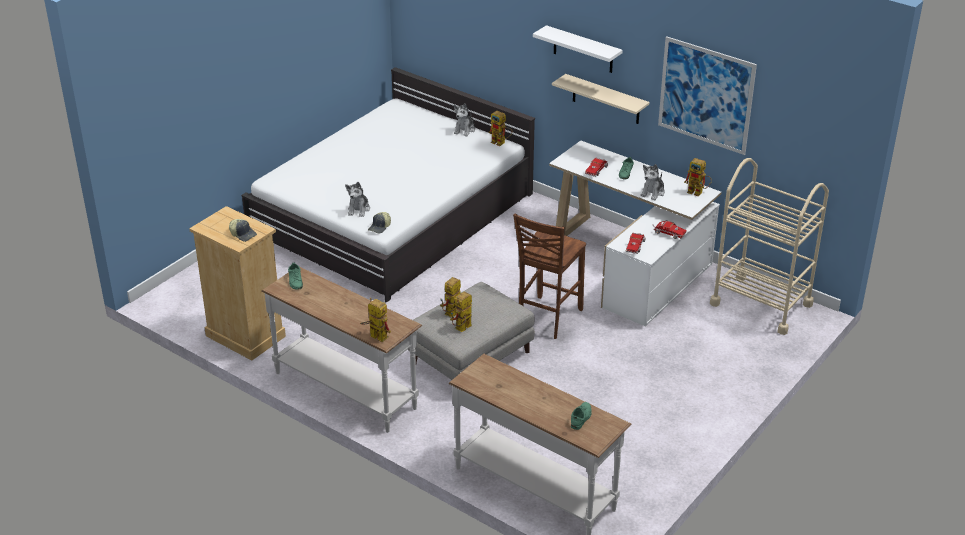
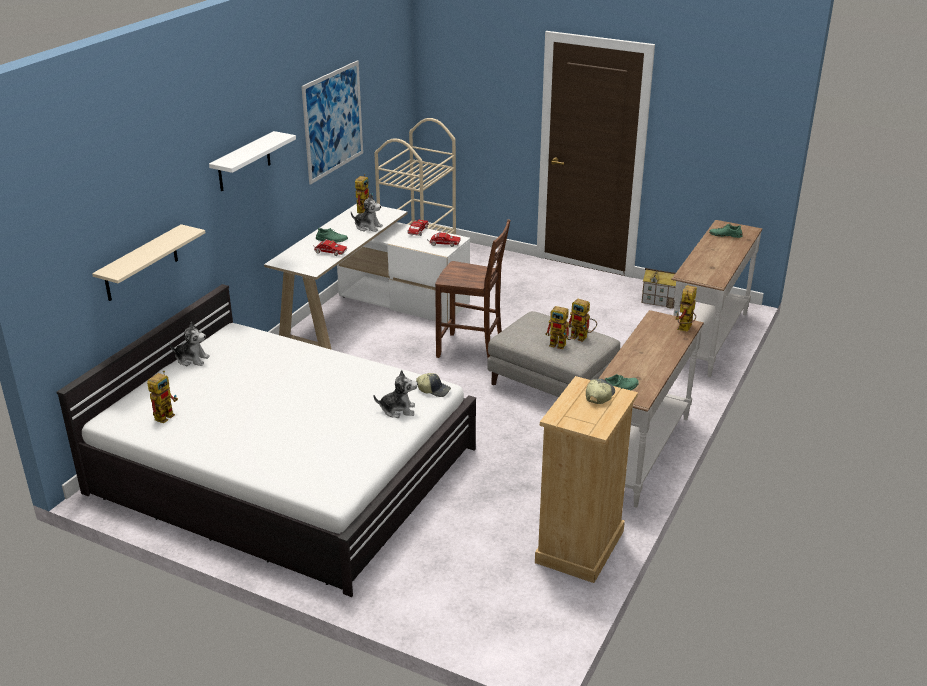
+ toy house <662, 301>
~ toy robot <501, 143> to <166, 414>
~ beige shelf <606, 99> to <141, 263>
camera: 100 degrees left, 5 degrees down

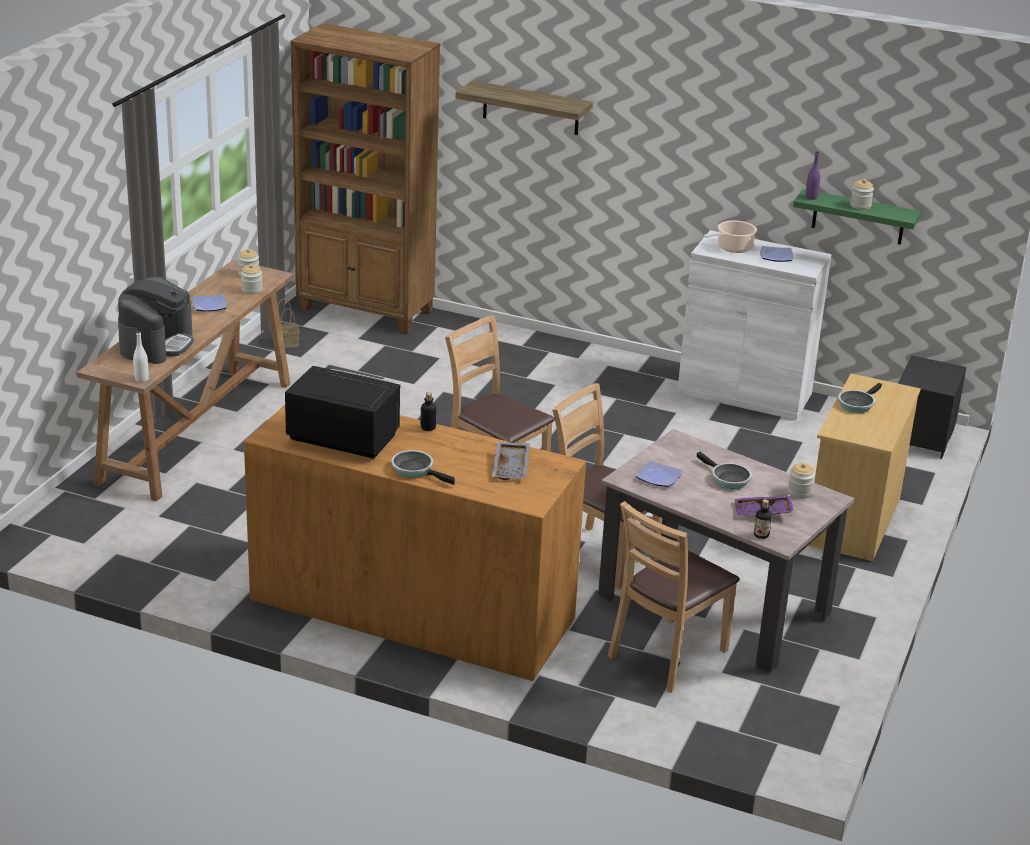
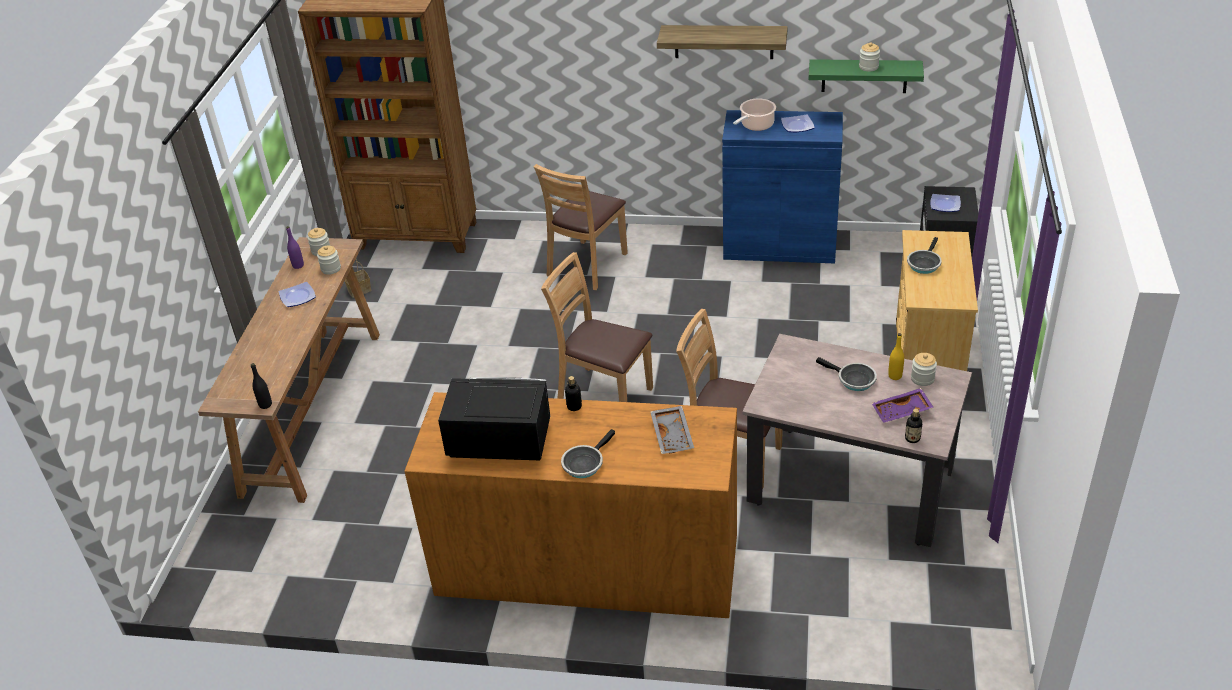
- coffee machine <156, 344>
+ yellow bottle <895, 376>
~ shelf <531, 108> to <724, 42>
~ brown chair <667, 655> to <587, 265>
~ plate <657, 477> to <944, 205>
~ purple bottle <811, 197> to <298, 265>
~ white bottle <141, 379> to black bottle <265, 404>
~ white cabinet <744, 393> to blue cabinet <779, 245>
~ frying pan <415, 470> = <584, 463> 75 degrees counterclockwise
camera: 10 degrees left, 10 degrees up

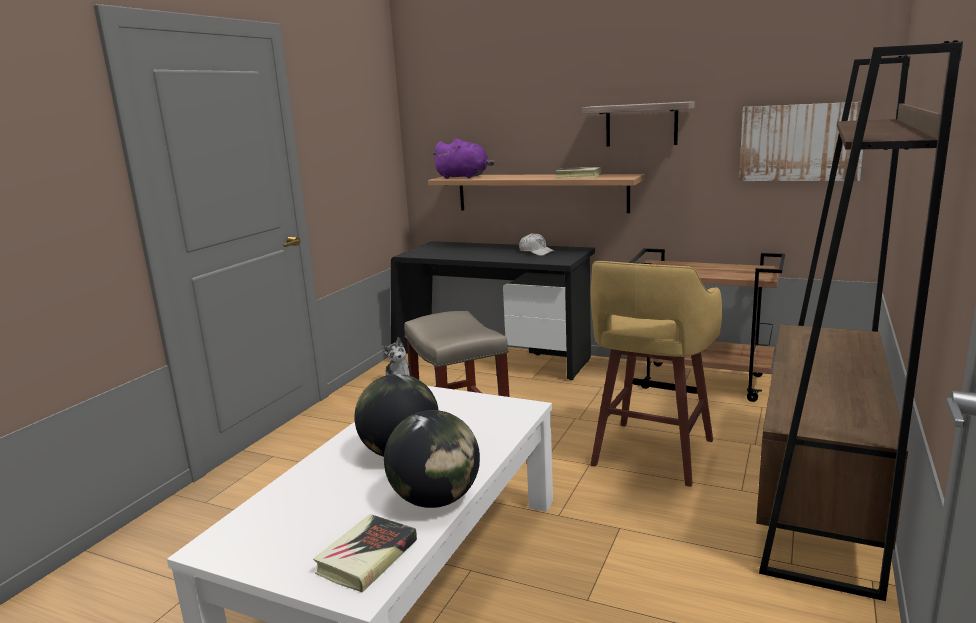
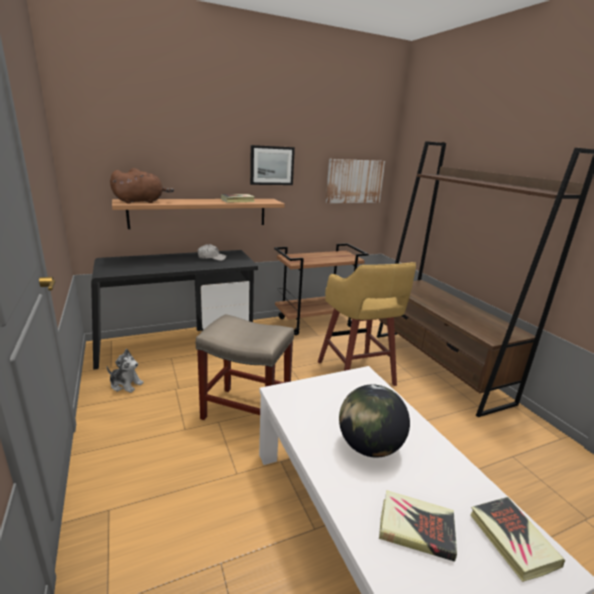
- globe <435, 500>
+ book <416, 528>
~ shelf <641, 124> to picture <271, 165>
~ purple plush toy <464, 177> to brown plush toy <141, 202>
camera: 50 degrees left, 5 degrees up

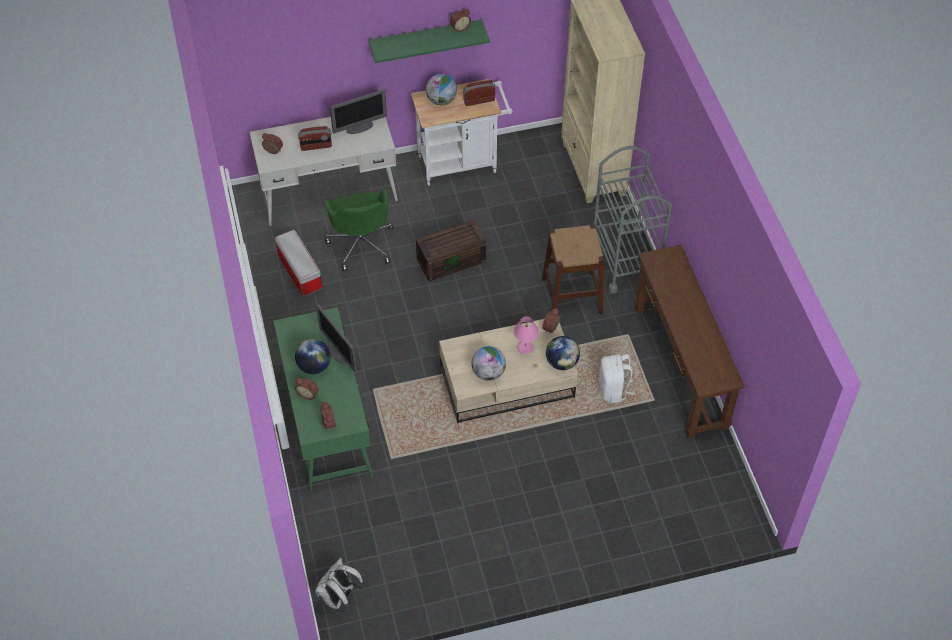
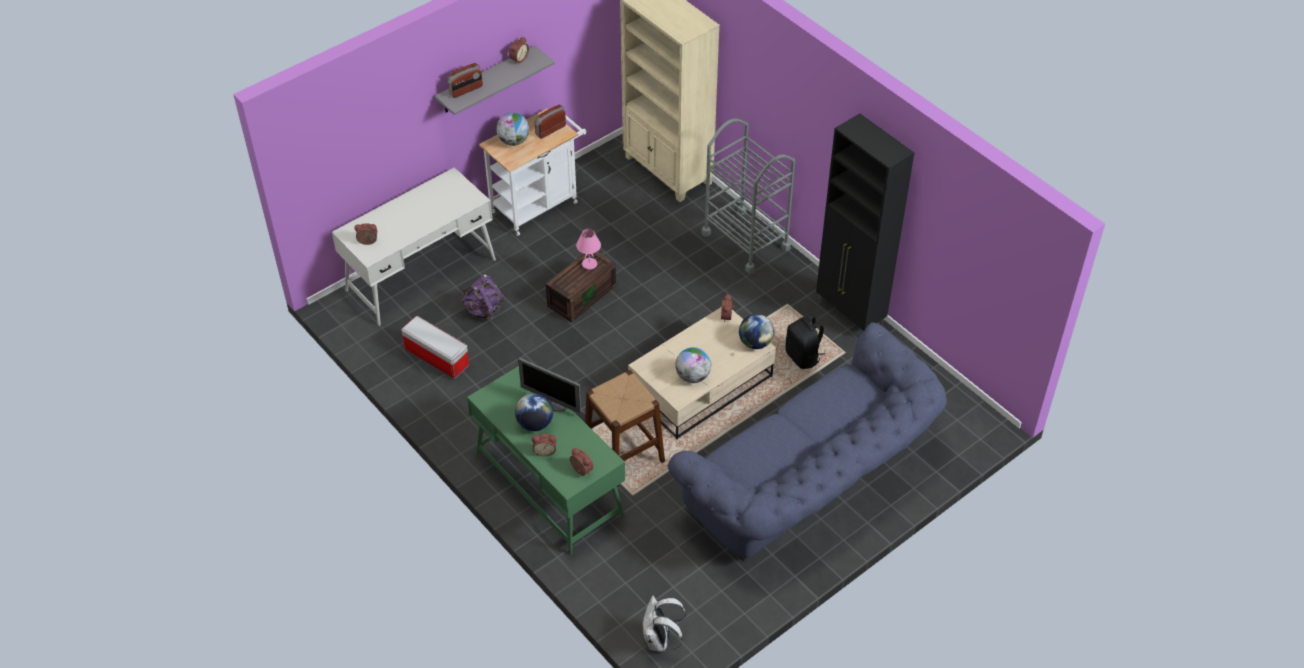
- monitor <360, 127>
+ blue sofa <811, 483>
~ radio <316, 146> to <466, 90>
~ pink table lamp <525, 348> to <589, 264>
~ brown stool <572, 295> to <624, 454>
~ green office chair <361, 244> to purple backpack <484, 311>
~ brown console table <679, 366> to black cabinet <850, 315>
~ green shelf <425, 38> to grey shelf <486, 80>
~ white backpack <613, 390> to black backpack <803, 357>
camera: 25 degrees left, 5 degrees down

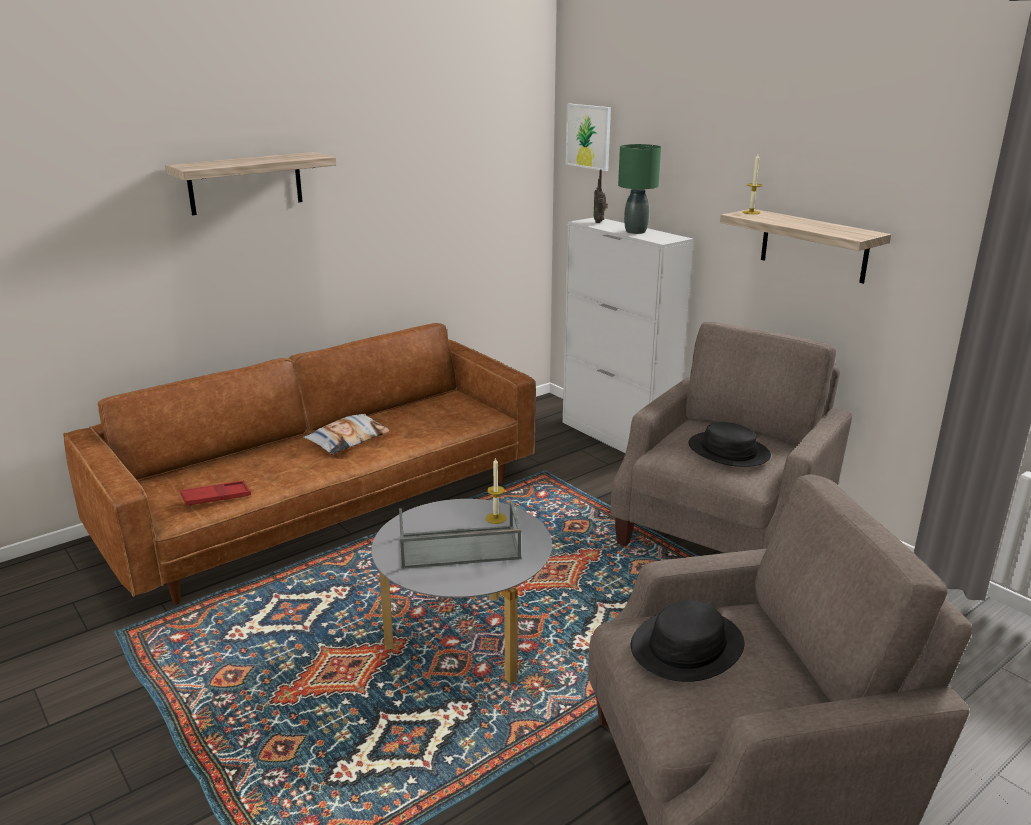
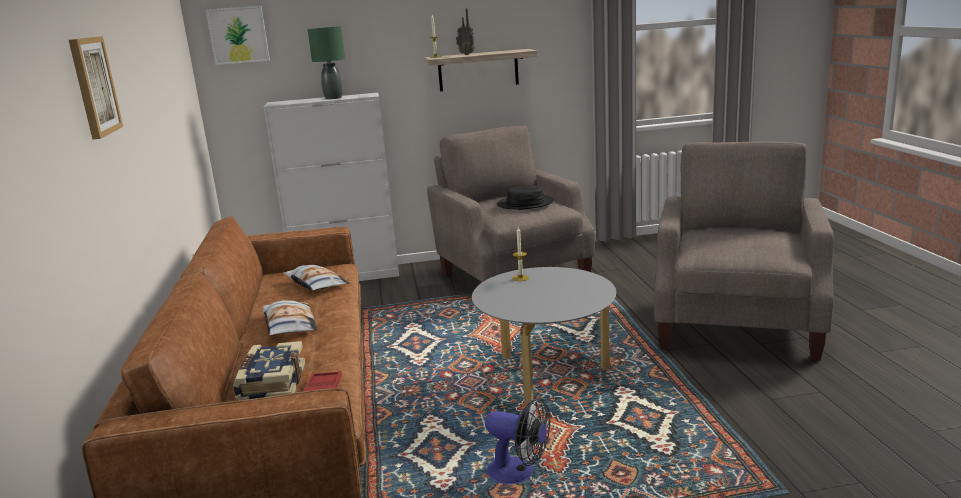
- grey tray <458, 548>
- black hat <687, 646>
+ book <271, 384>
+ pillow <316, 284>
+ fan <519, 473>
~ radio <599, 222> to <466, 54>
~ shelf <245, 183> to picture <93, 86>
camera: 60 degrees left, 5 degrees down

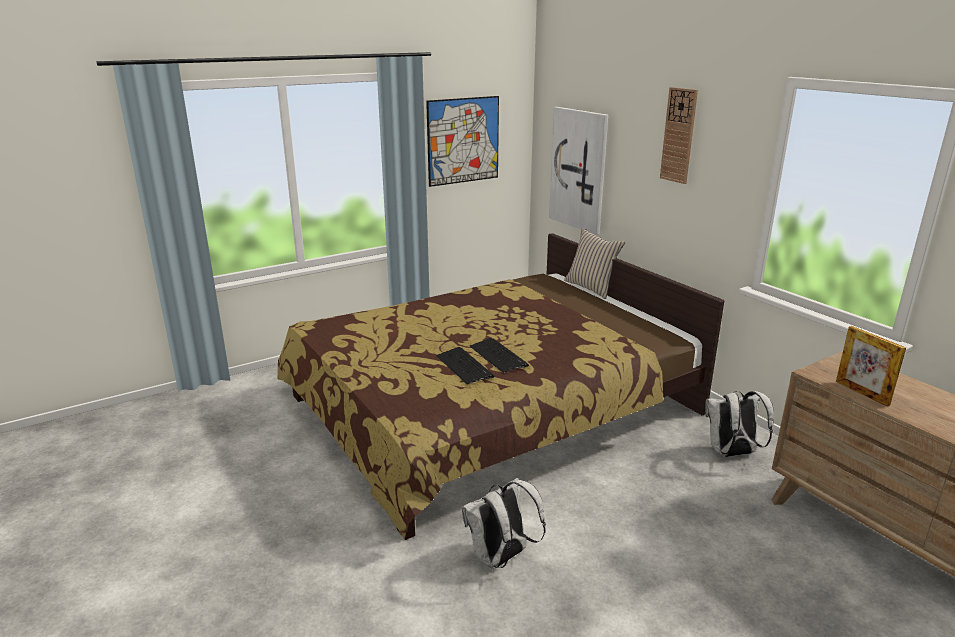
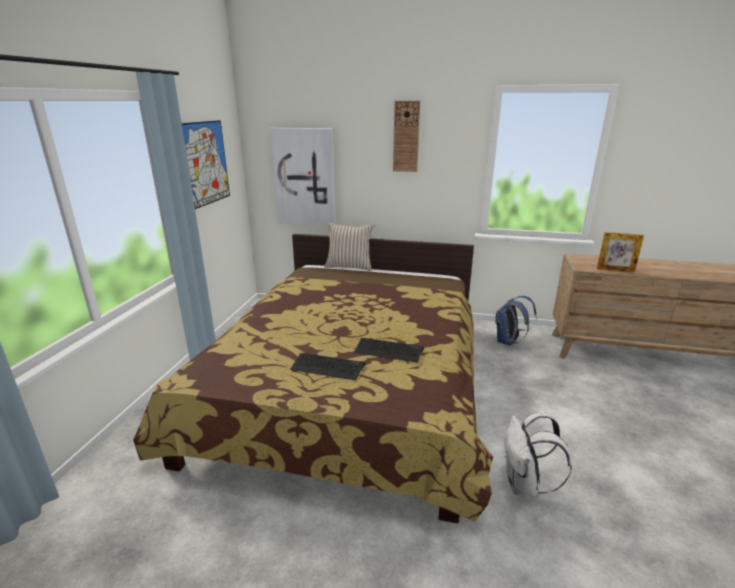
~ keyboard <498, 356> to <327, 367>
~ white backpack <731, 453> to blue backpack <508, 342>
camera: 45 degrees left, 0 degrees up

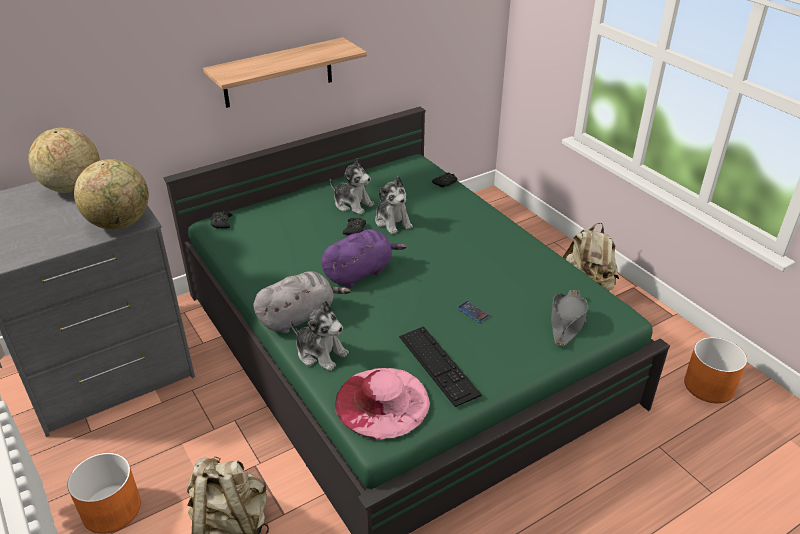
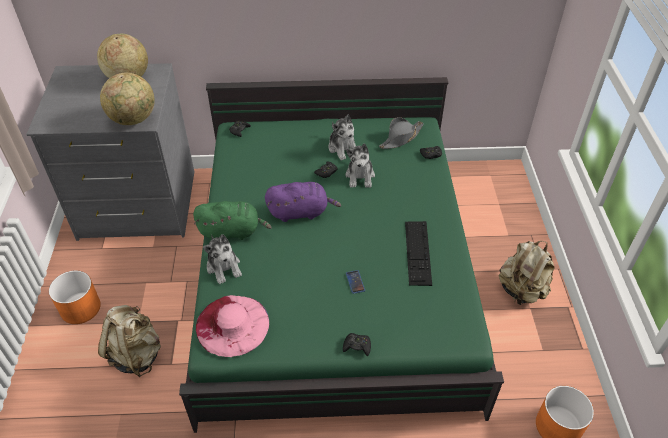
- shelf <278, 73>
+ black game controller <357, 346>
~ keyboard <438, 365> to <418, 252>
~ grey hat <567, 322> to <401, 138>
~ grey plush toy <299, 317> to green plush toy <232, 231>
camera: 30 degrees right, 10 degrees up

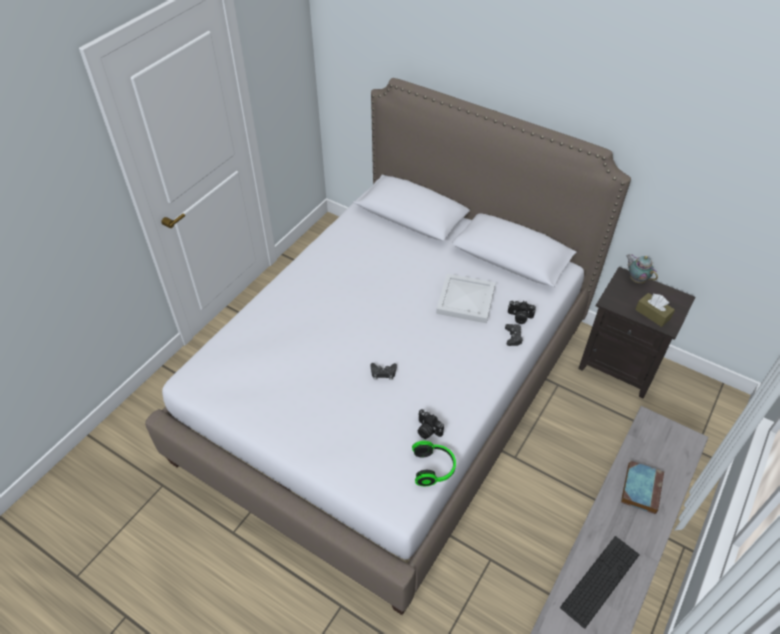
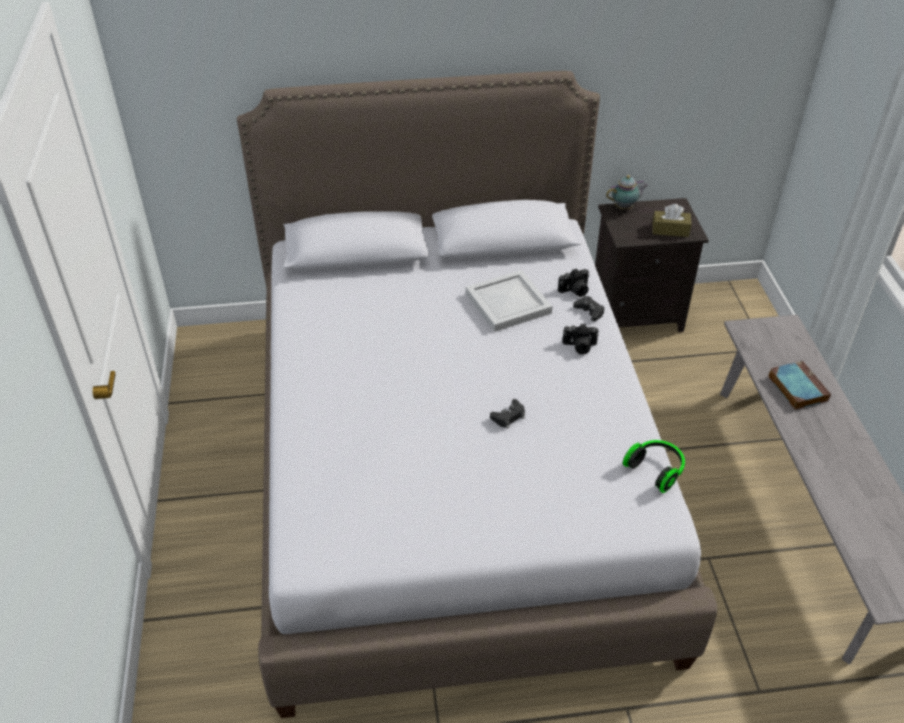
- keyboard <600, 580>
~ photo camera <427, 430> to <579, 347>
~ teapot <636, 279> = <625, 207> 150 degrees clockwise
camera: 40 degrees left, 5 degrees down

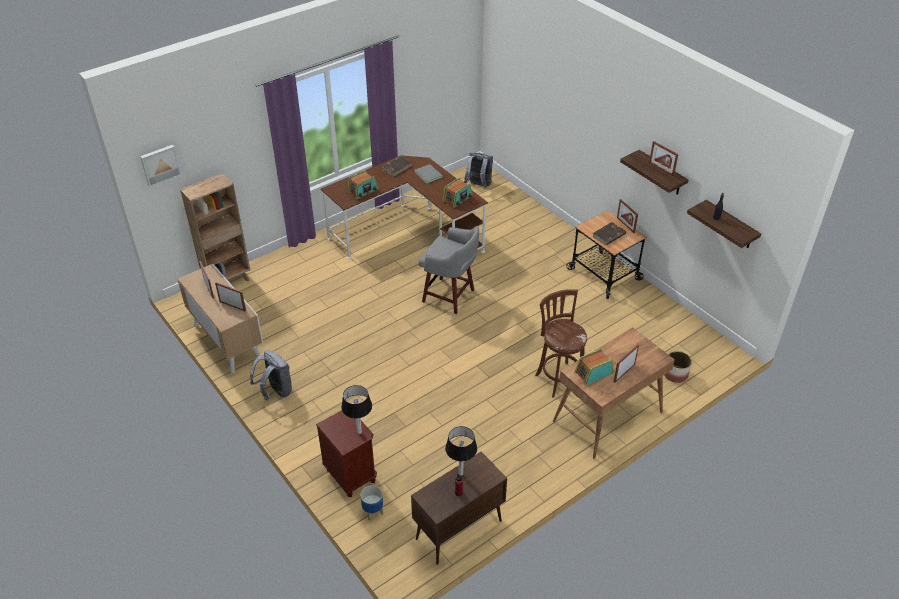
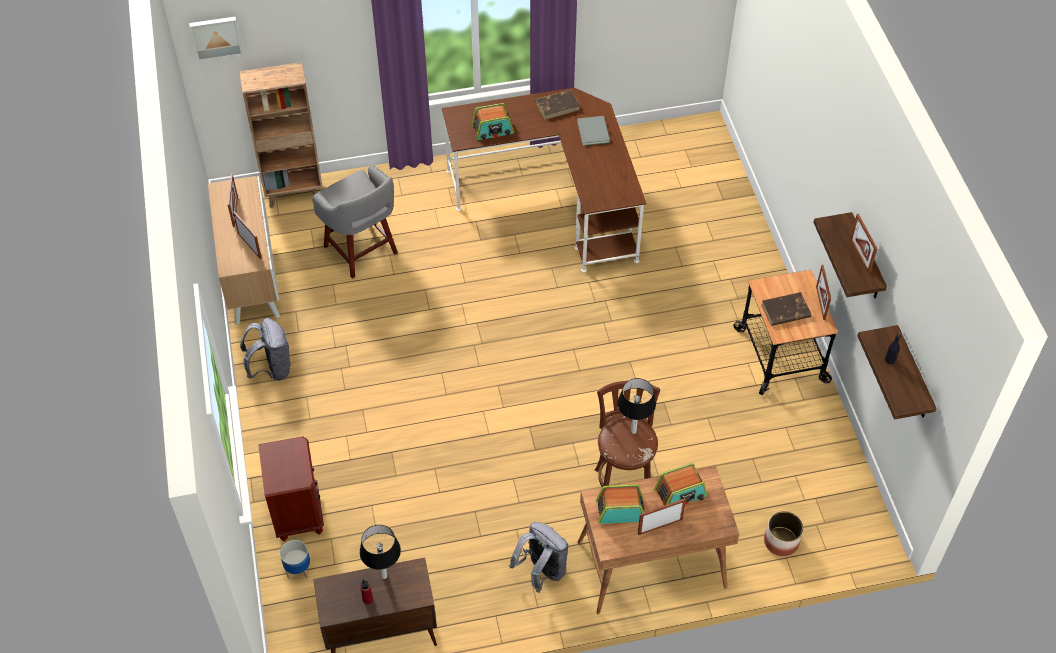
~ table lamp <359, 432> to <633, 431>
~ grey stool <450, 296> to <362, 251>
~ radio <457, 199> to <680, 493>
~ grey backpack <478, 185> to <541, 571>
camera: 25 degrees right, 10 degrees up

